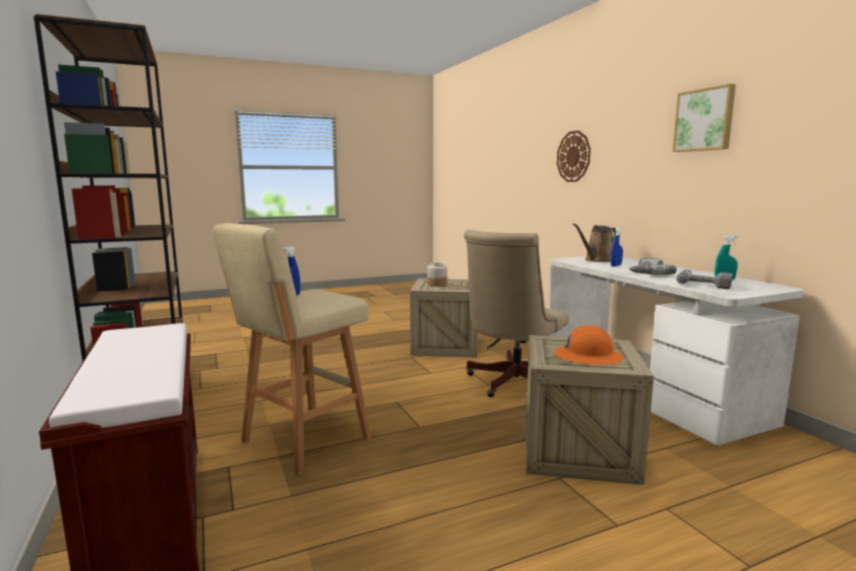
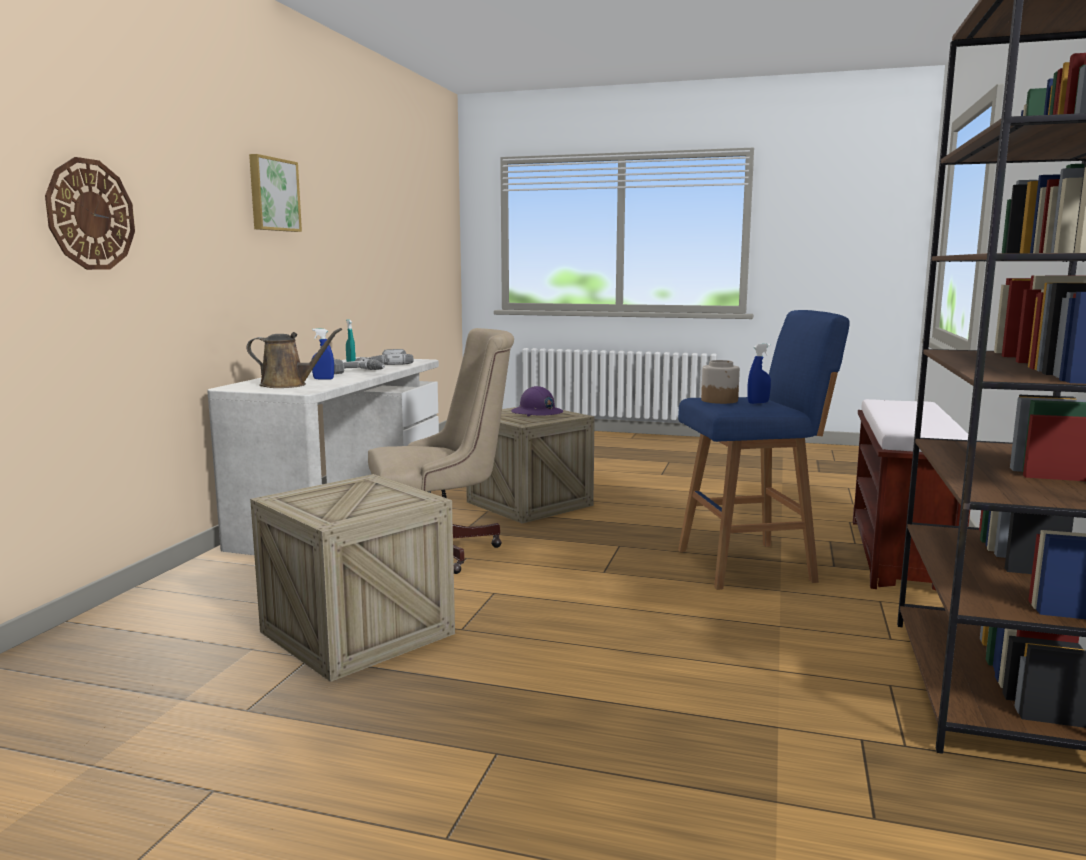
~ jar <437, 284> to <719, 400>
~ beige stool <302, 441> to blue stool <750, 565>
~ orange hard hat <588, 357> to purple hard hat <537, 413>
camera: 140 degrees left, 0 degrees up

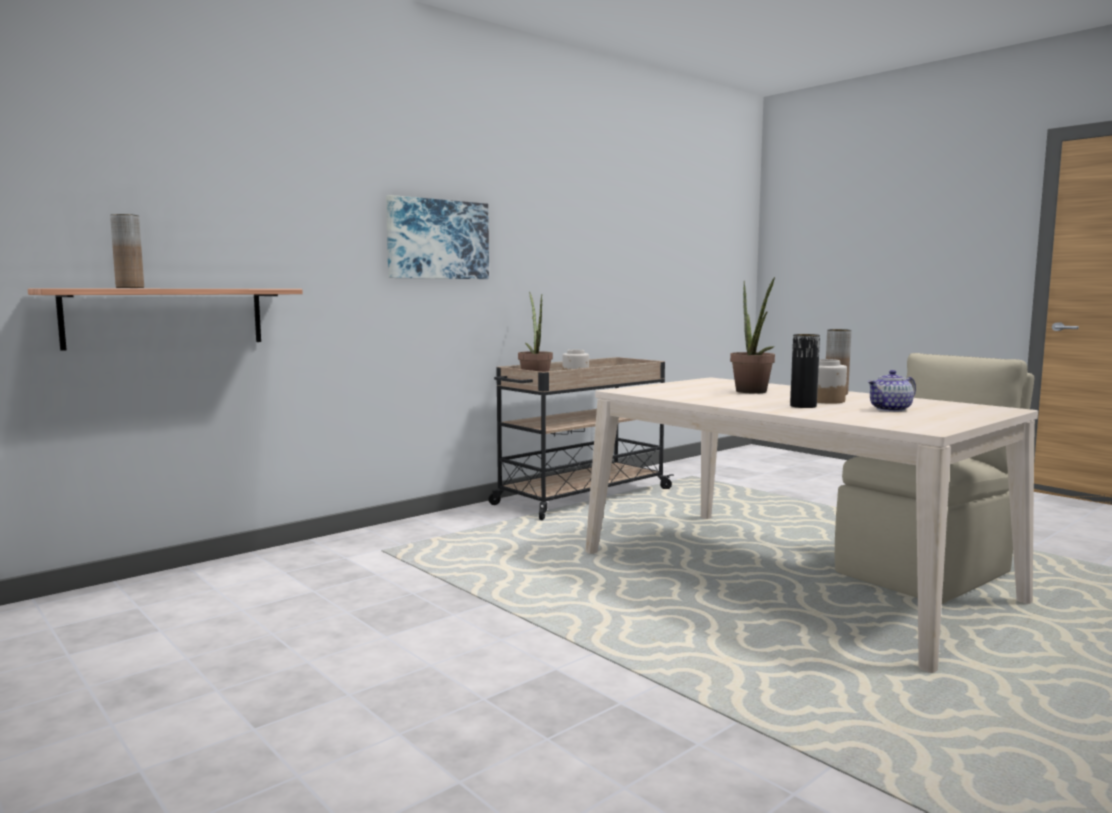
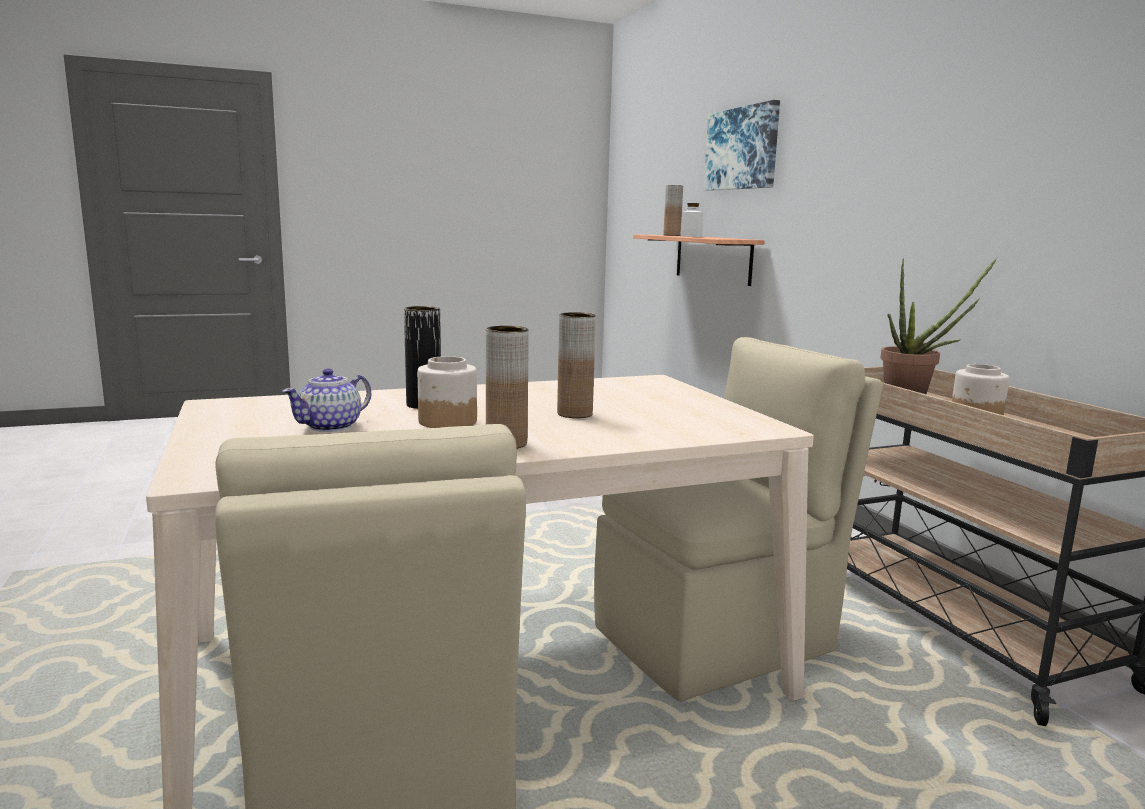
+ beige chair <718, 638>
+ white jar <691, 236>
~ picture <437, 239> to <742, 149>
~ potted plant <753, 392> to brown vase <574, 414>
~ teapot <891, 409> = <331, 426> 135 degrees counterclockwise
camera: 110 degrees right, 5 degrees up

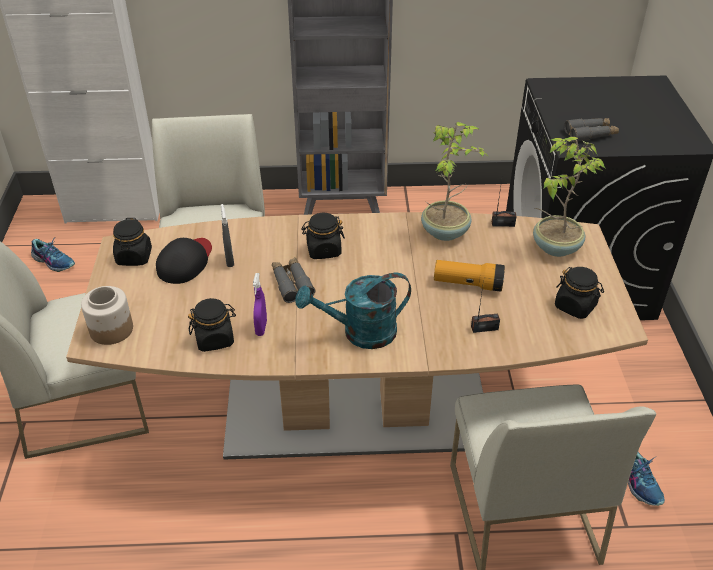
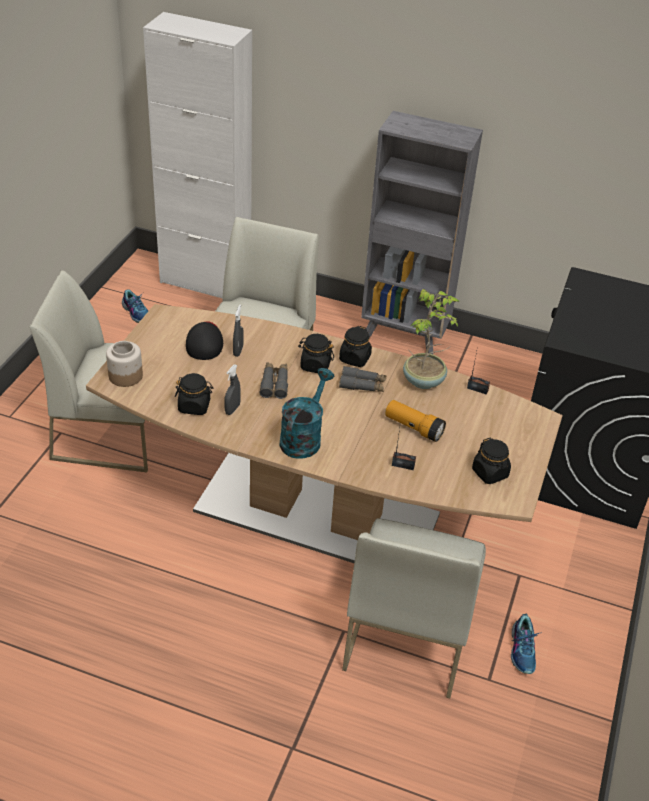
- potted plant <554, 247>
~ black jar <134, 257> to <355, 358>
~ grey binoculars <590, 134> to <362, 385>
~ purple spray bottle <261, 328> to grey spray bottle <232, 409>
~ black cap <185, 262> = <205, 342> 45 degrees counterclockwise
~ turquoise watering can <360, 333> = <303, 437> 105 degrees clockwise
camera: 20 degrees right, 0 degrees up

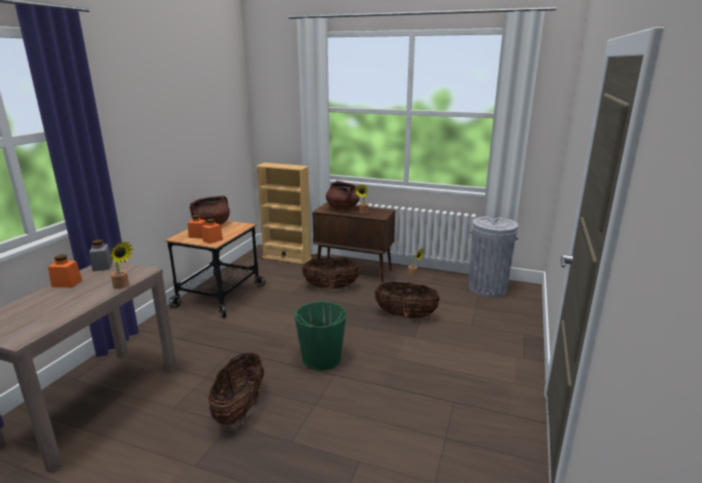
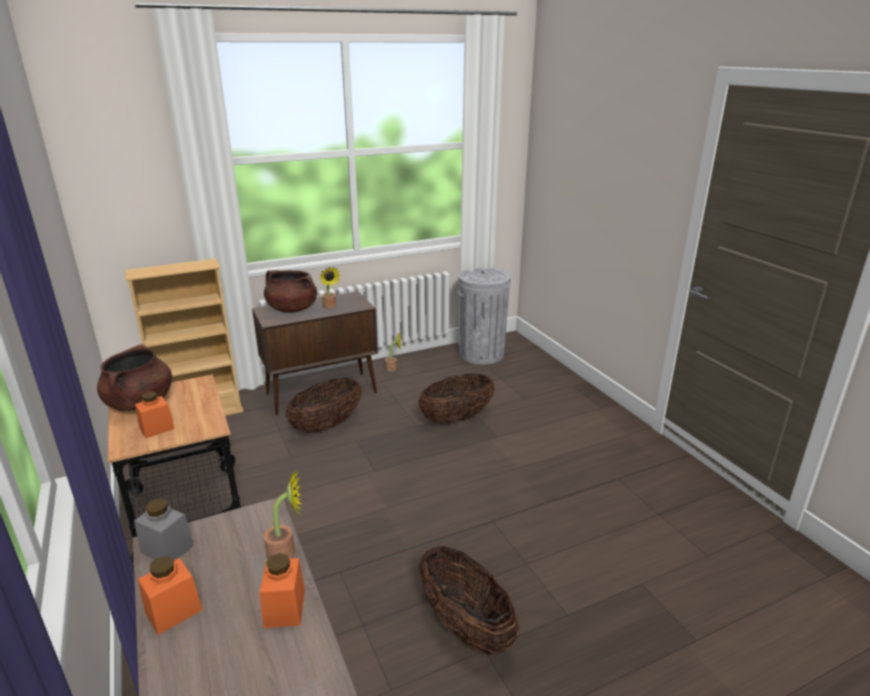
- green bucket <321, 358>
~ orange jar <212, 240> to <284, 608>
camera: 45 degrees left, 5 degrees up

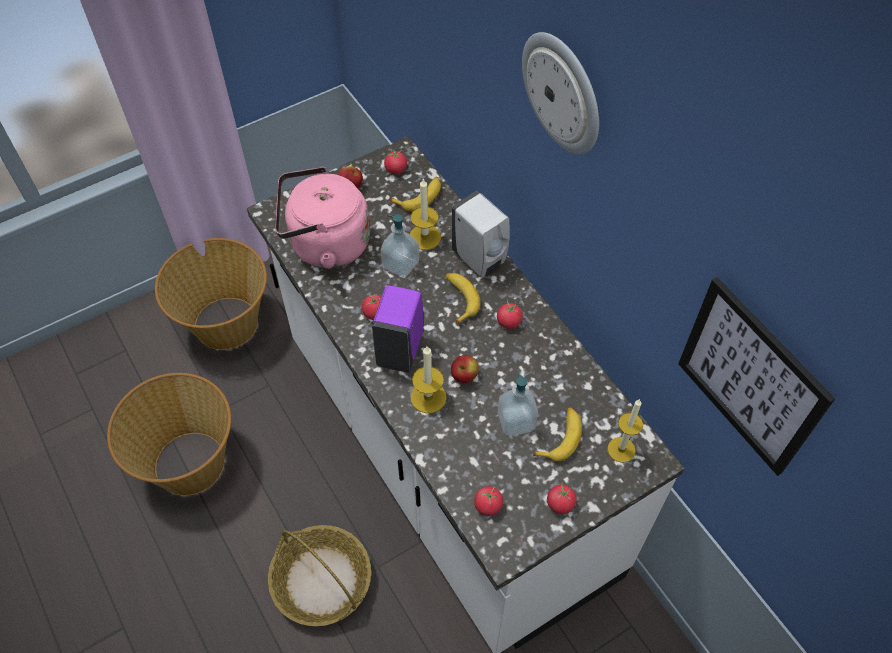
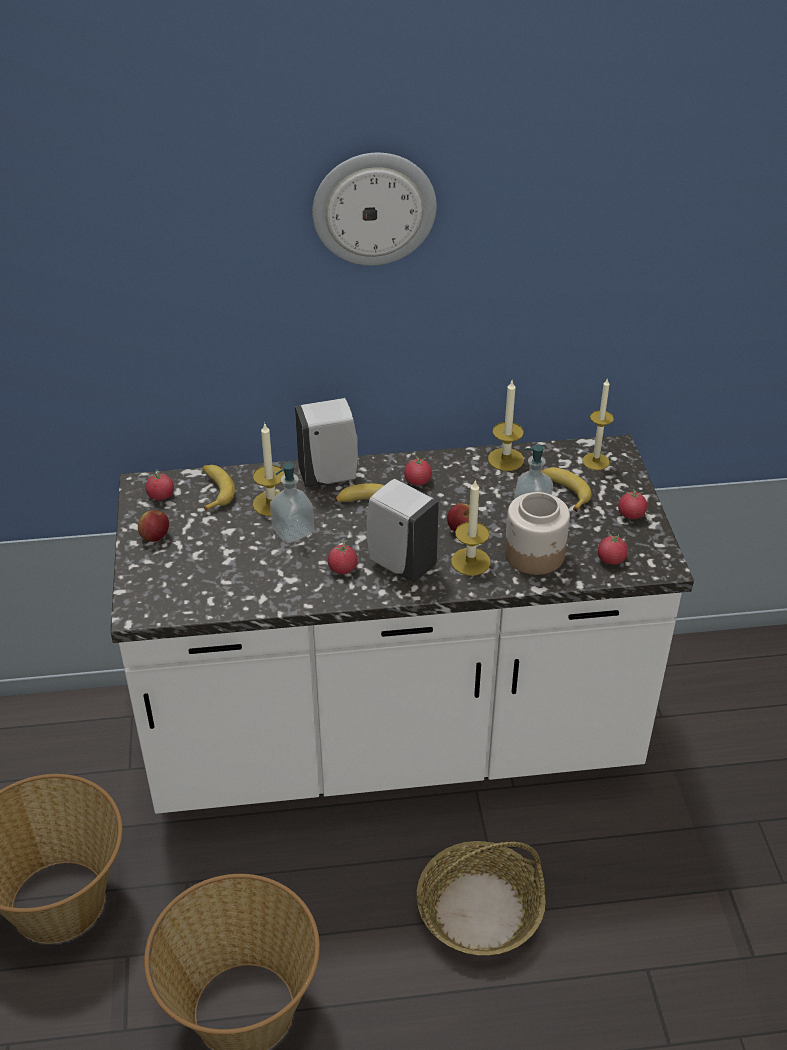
- pink kettle <325, 245>
- picture <750, 378>
+ candle <505, 459>
+ jar <535, 554>
~ purple soap dispenser <400, 348> to white soap dispenser <400, 563>
camera: 65 degrees left, 15 degrees down

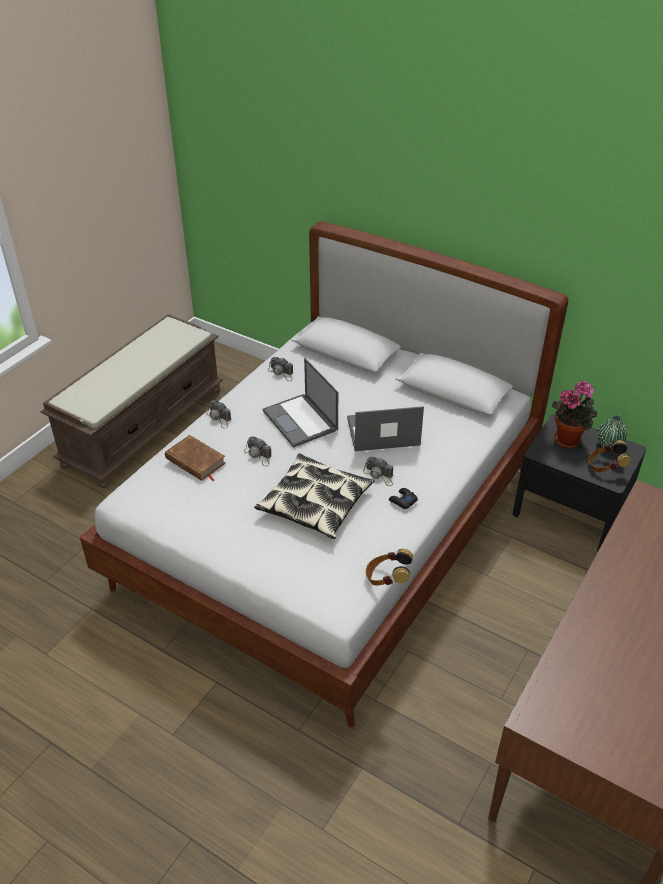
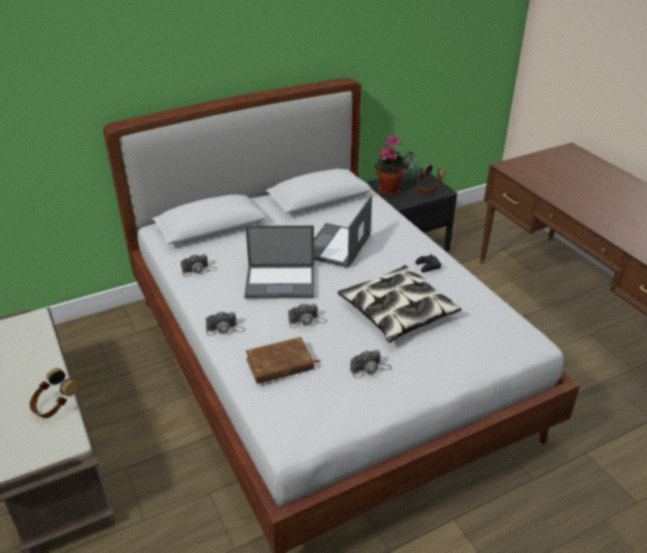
~ photo camera <379, 475> to <370, 369>
~ headphones <387, 579> to <55, 406>
camera: 60 degrees left, 5 degrees down

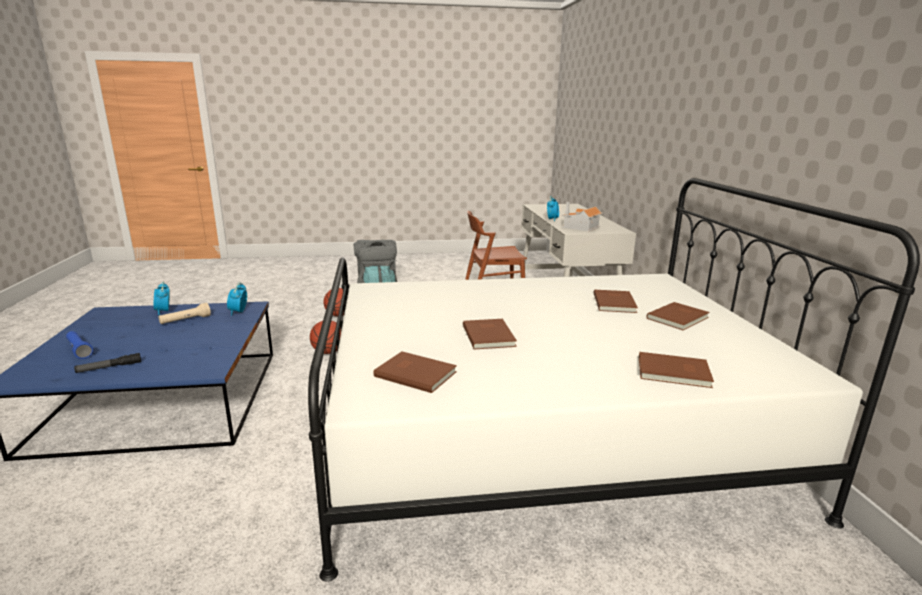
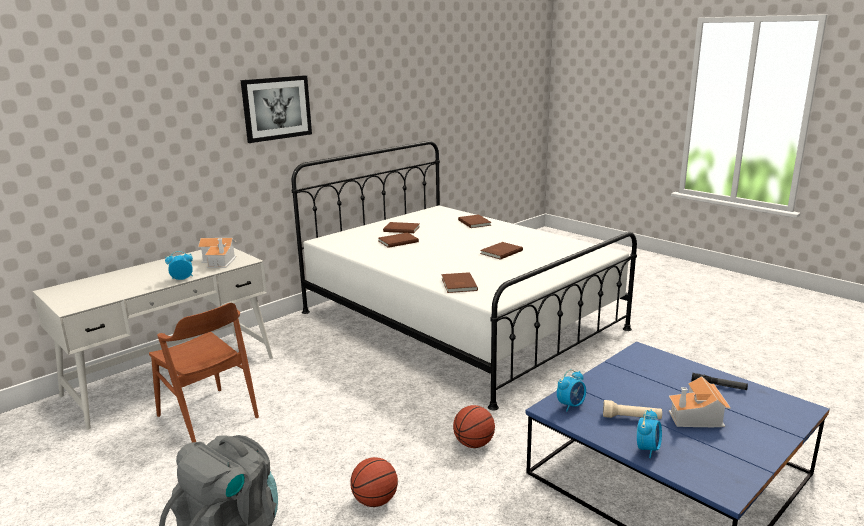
- blue flashlight <79, 350>
+ picture <276, 108>
+ toy house <697, 417>
~ brown book <415, 373> to <458, 284>
camera: 125 degrees left, 0 degrees up

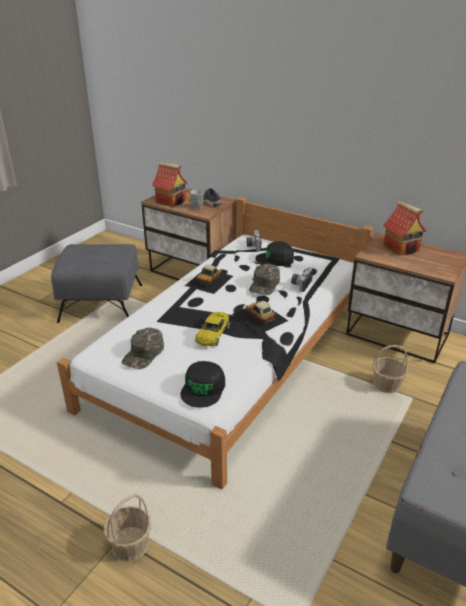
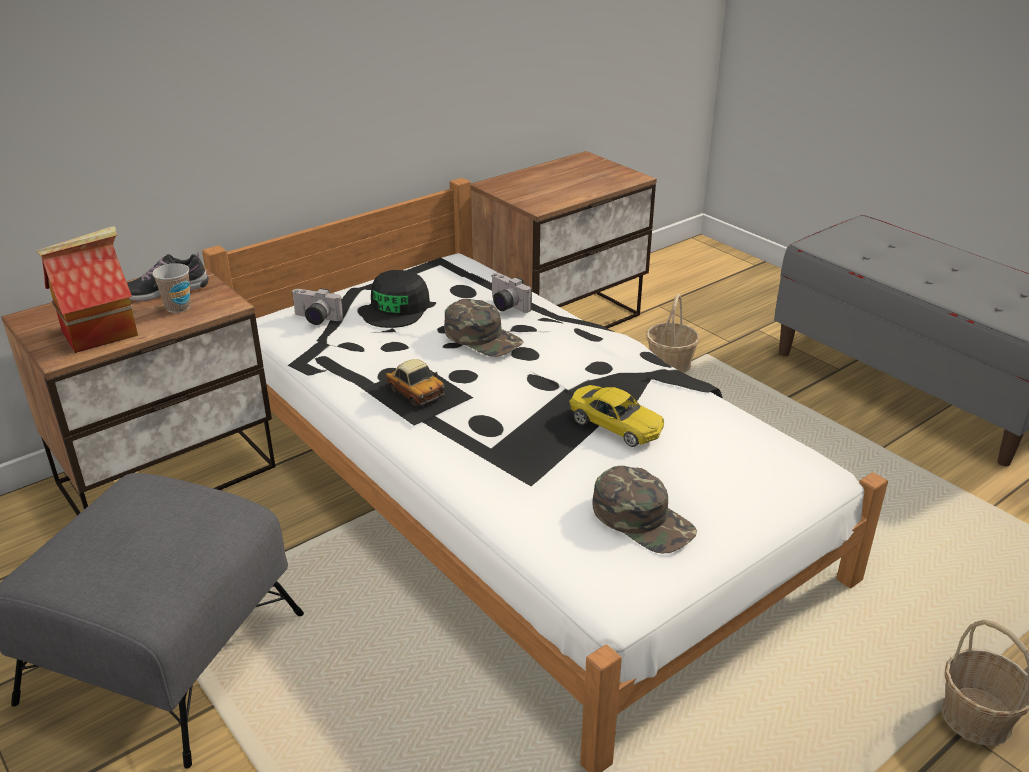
- black cap <203, 388>
- toy car <259, 317>
- toy house <402, 248>
camera: 70 degrees left, 0 degrees up

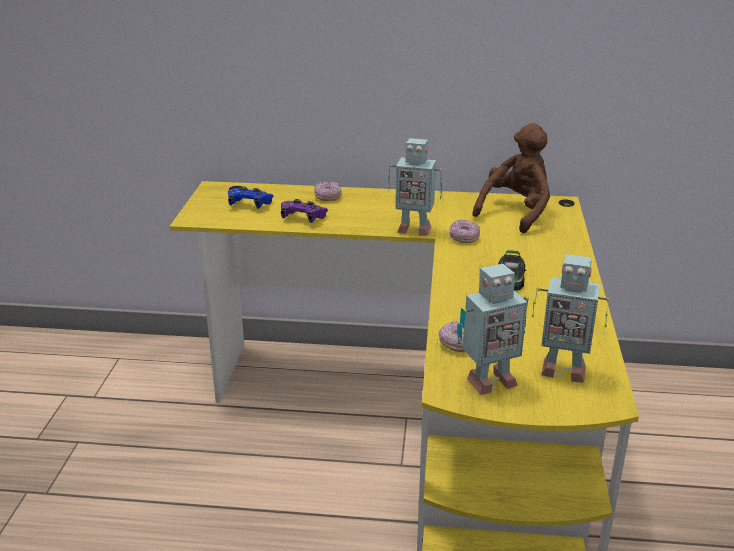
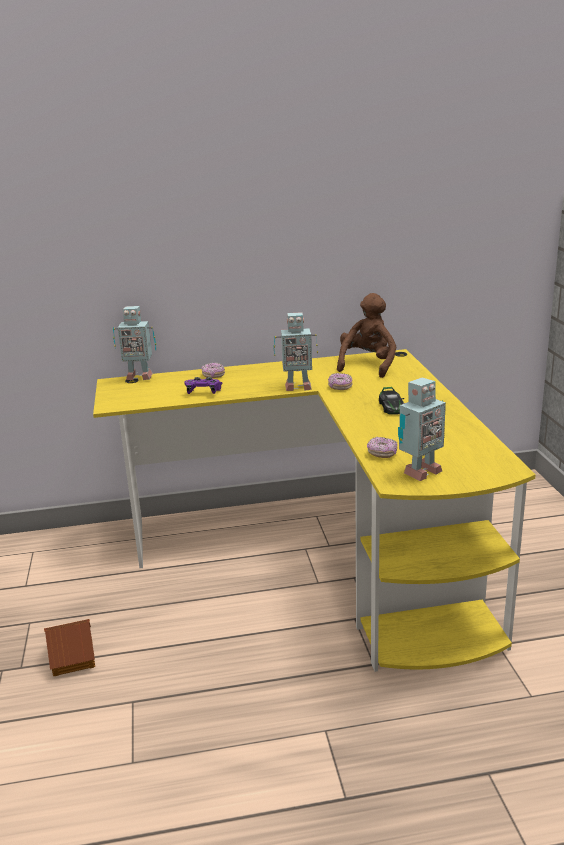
- blue game controller <250, 205>
+ toy house <72, 657>
~ toy robot <562, 369> to <138, 376>
camera: 15 degrees left, 5 degrees down

